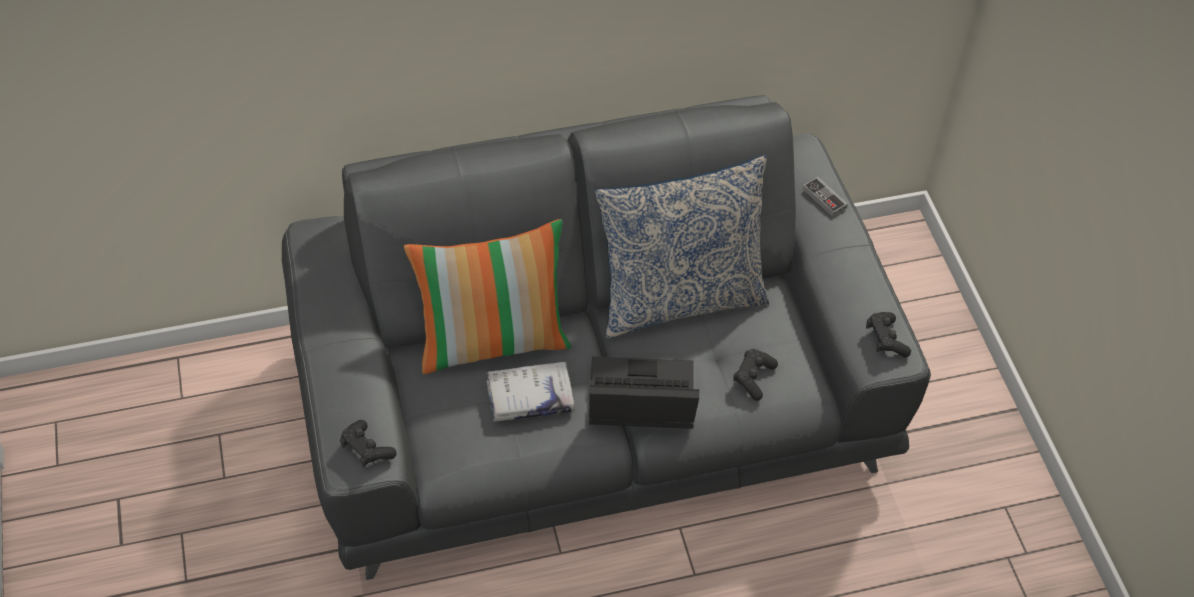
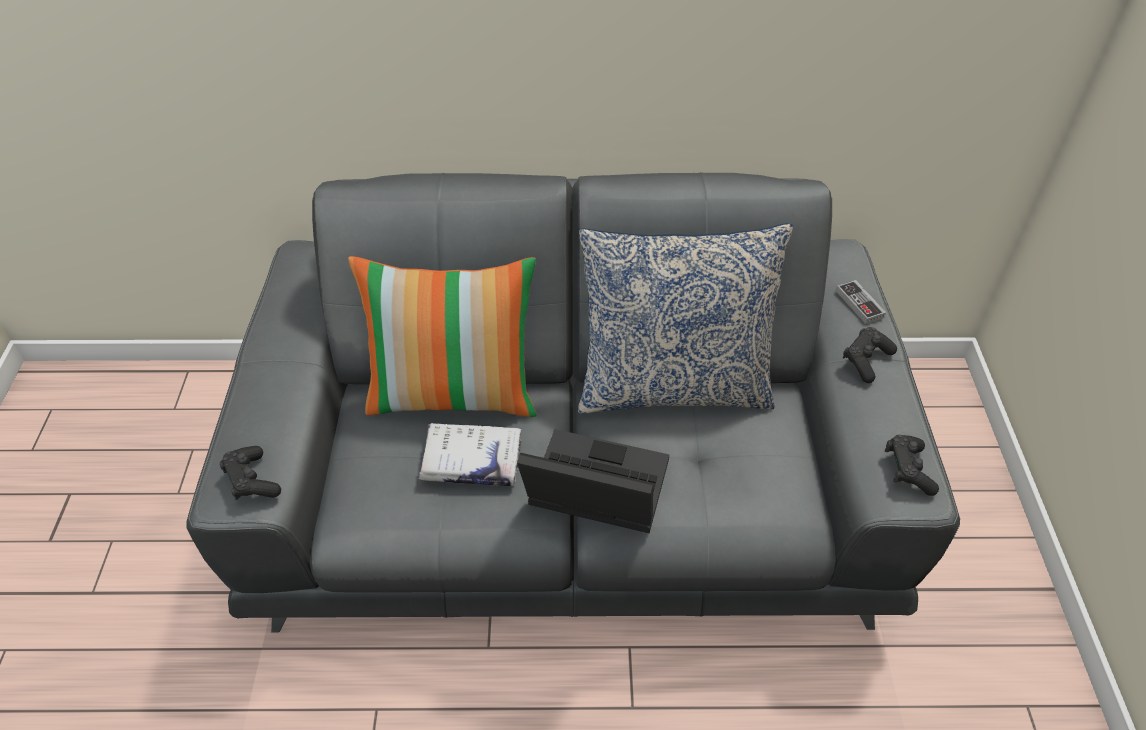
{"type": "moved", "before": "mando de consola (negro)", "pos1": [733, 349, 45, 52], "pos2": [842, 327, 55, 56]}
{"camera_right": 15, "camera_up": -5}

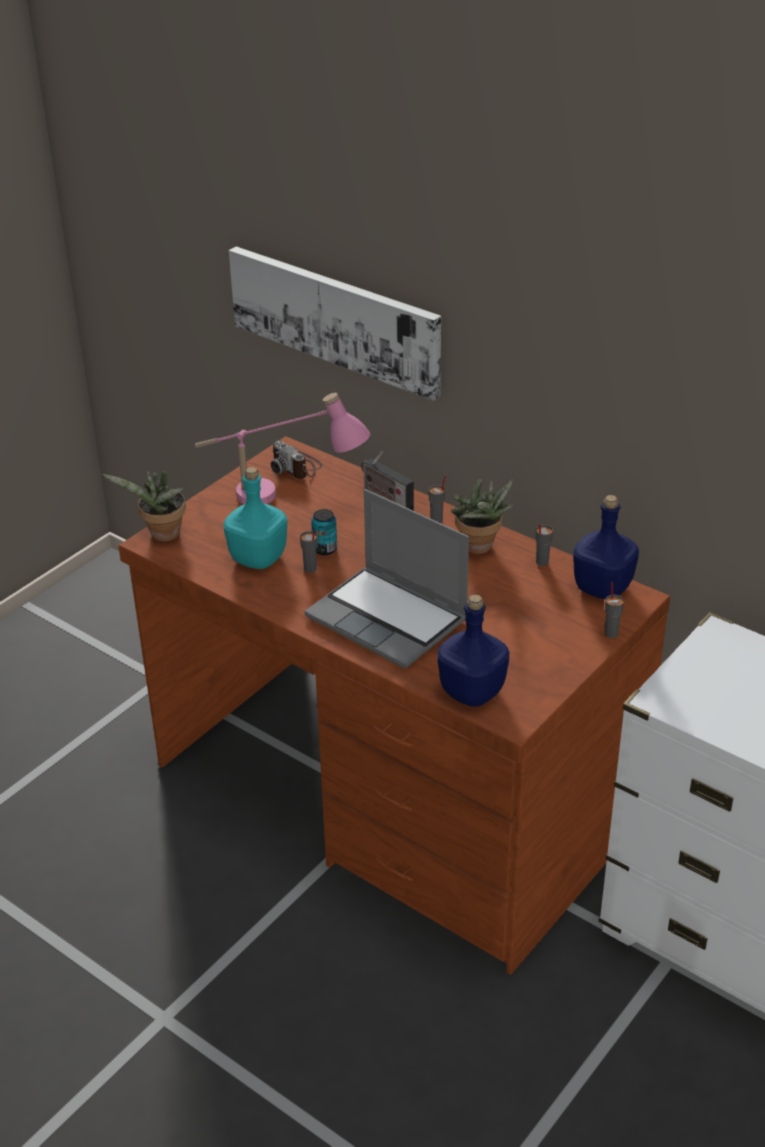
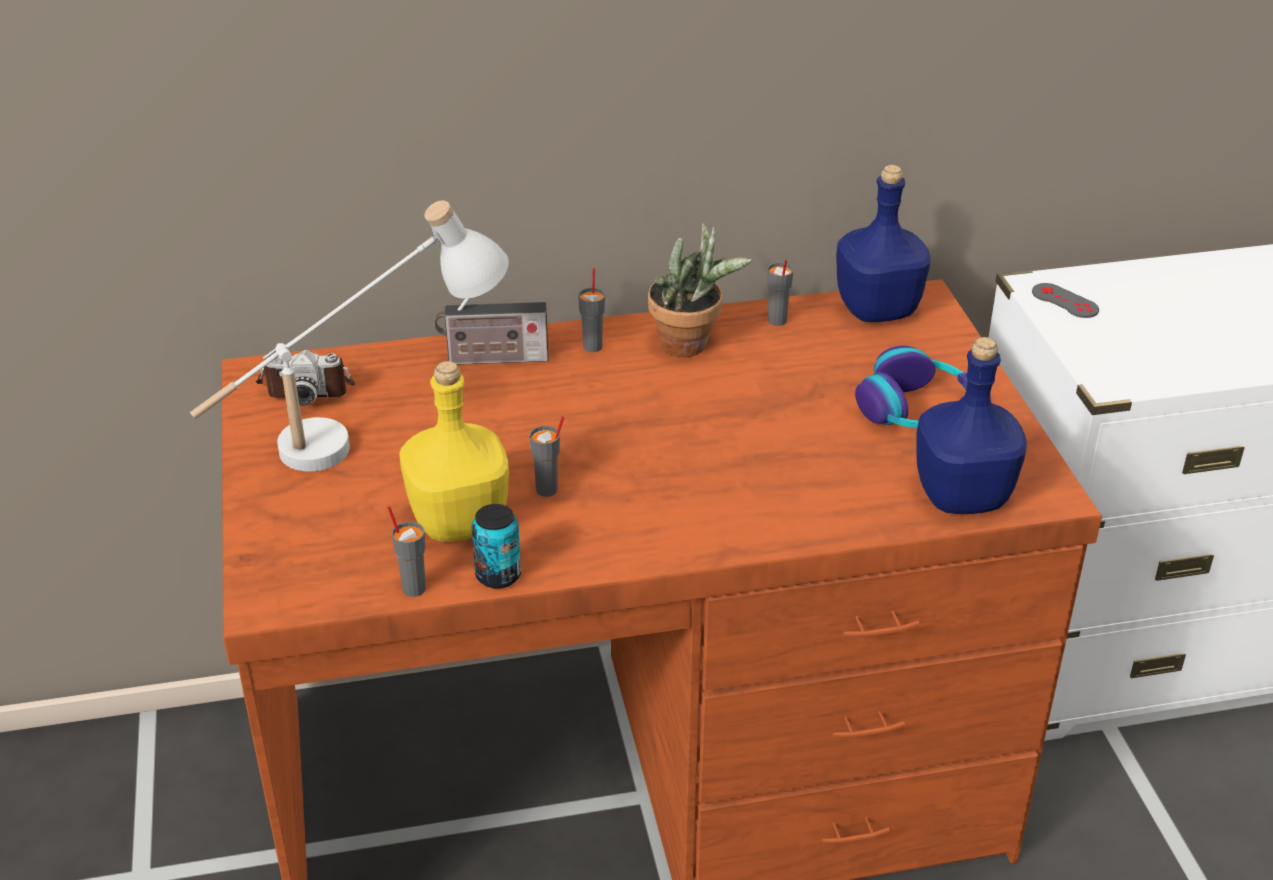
{"type": "removed", "before": "planta en maceta", "pos1": [102, 469, 84, 73]}
{"type": "recoloured", "before": "lámpara de mesa (rosa)", "after": "lámpara de mesa (blanco)", "pos1": [195, 393, 175, 111], "pos2": [190, 200, 319, 272]}
{"type": "recoloured", "before": "botella (turquesa)", "after": "botella (amarillo)", "pos1": [224, 467, 63, 102], "pos2": [399, 361, 110, 181]}
{"type": "removed", "before": "cuadro", "pos1": [229, 246, 212, 155]}
{"type": "removed", "before": "portátil", "pos1": [304, 489, 165, 180]}
{"type": "moved", "before": "lata", "pos1": [311, 509, 26, 46], "pos2": [472, 504, 49, 85]}
{"type": "moved", "before": "taza (gris)", "pos1": [605, 582, 19, 56], "pos2": [388, 506, 38, 91]}
{"type": "added", "after": "auriculares", "pos2": [855, 346, 112, 82]}
{"type": "added", "after": "mando de consola (gris)", "pos2": [1032, 283, 67, 35]}
{"camera_right": -50, "camera_up": 0}

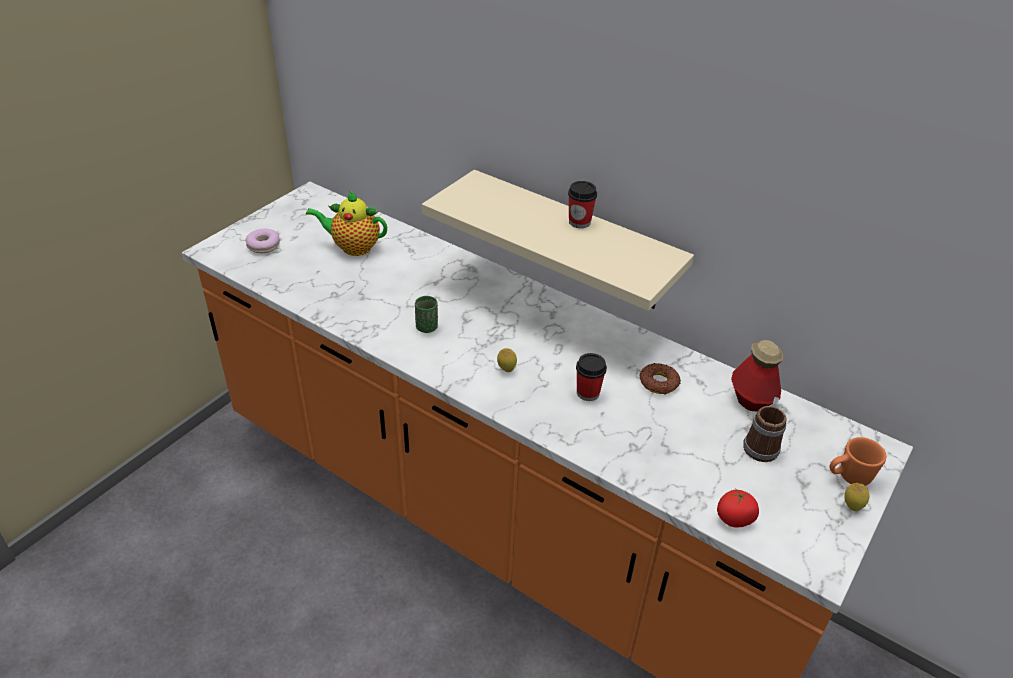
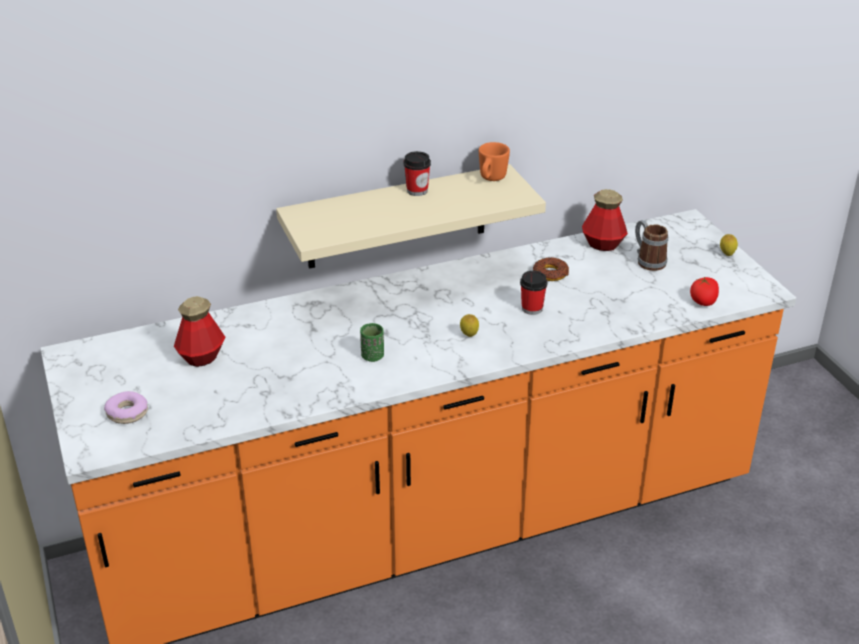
{"type": "replaced", "before": "tetera", "after": "botella", "pos1": [306, 191, 81, 65], "pos2": [174, 296, 51, 71]}
{"type": "moved", "before": "taza grande (naranja)", "pos1": [830, 437, 56, 49], "pos2": [479, 142, 31, 39]}
{"camera_right": -55, "camera_up": -5}

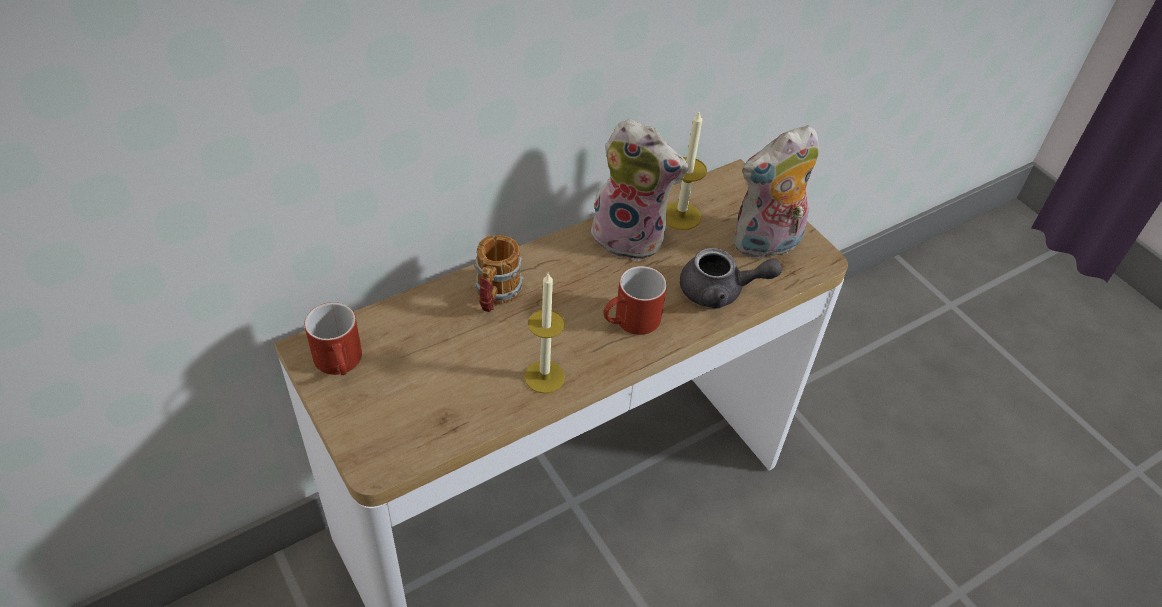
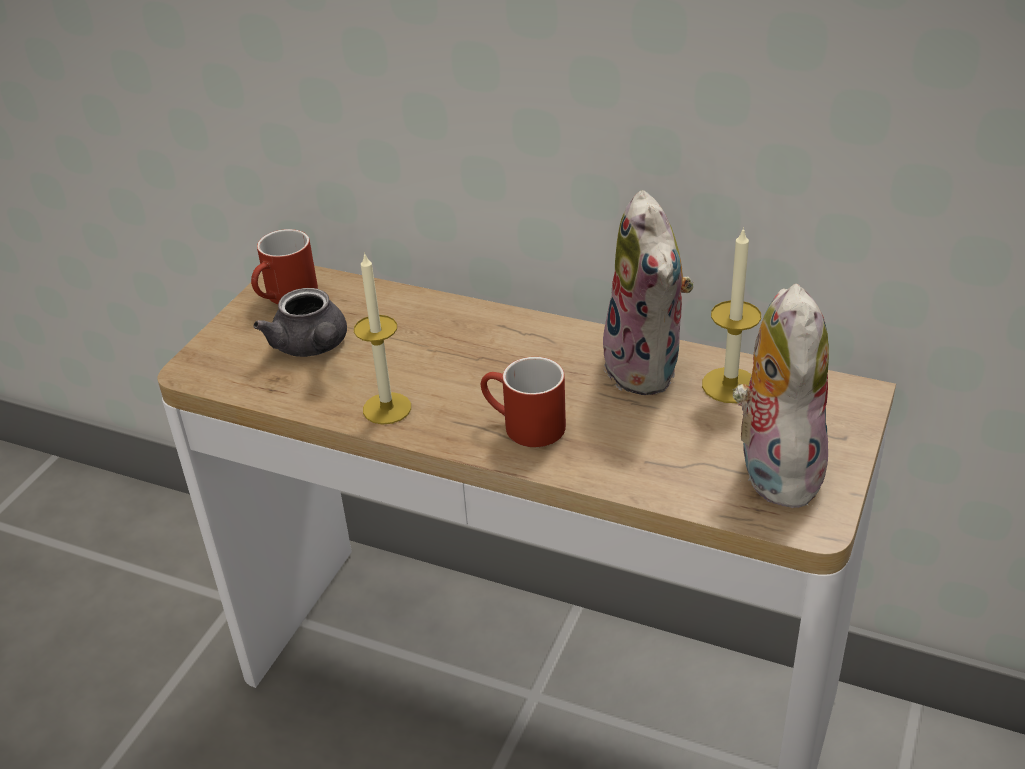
{"type": "removed", "before": "taza grande", "pos1": [474, 235, 49, 77]}
{"type": "moved", "before": "tetera (gris)", "pos1": [680, 248, 102, 61], "pos2": [254, 288, 93, 69]}
{"type": "turned", "before": "peluche", "pos1": [733, 125, 86, 135], "pos2": [733, 283, 96, 226], "turn": 60}
{"camera_right": 60, "camera_up": -10}

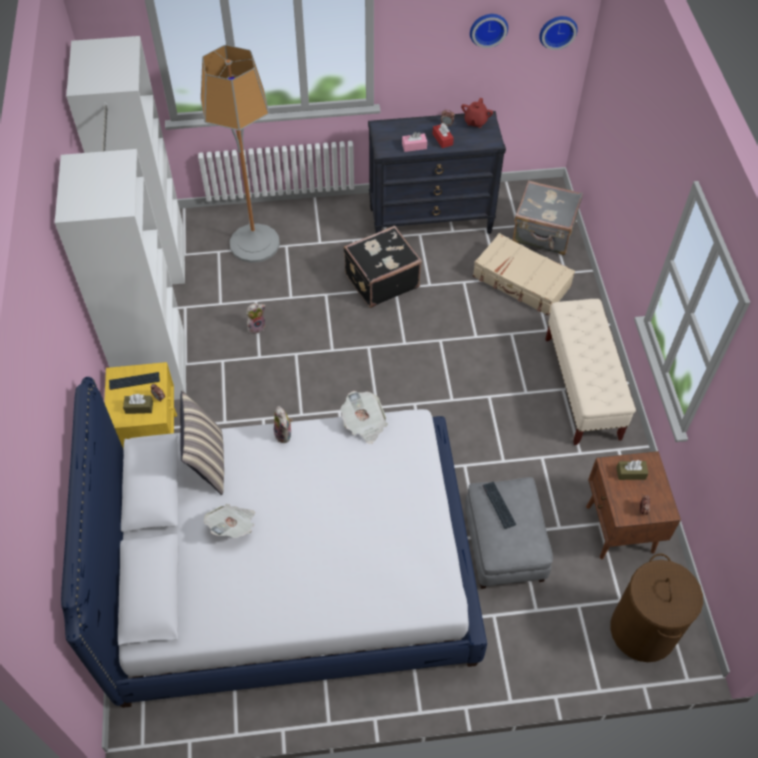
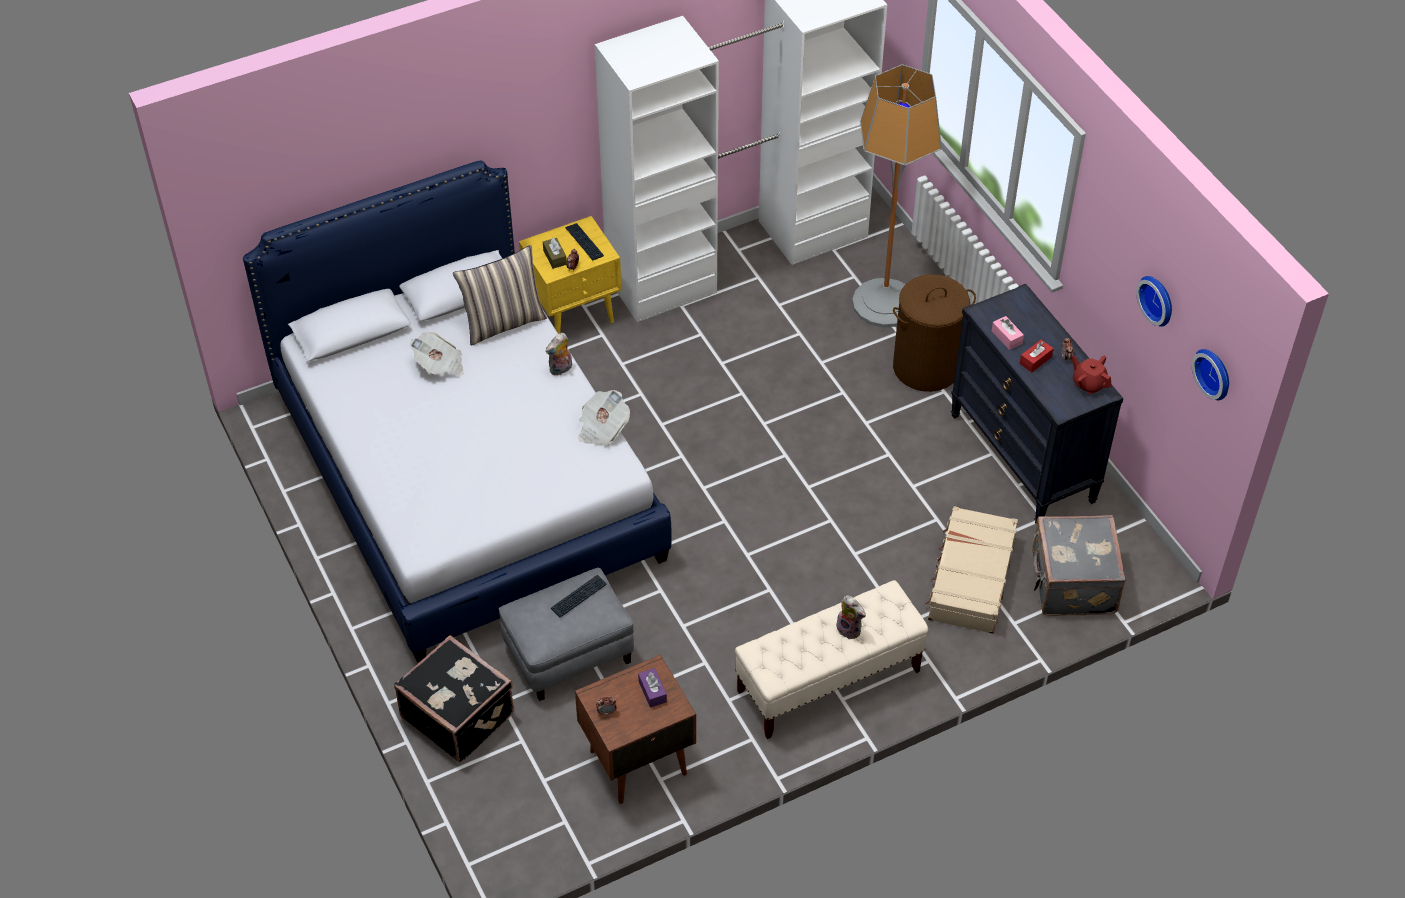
{"type": "moved", "before": "peluche", "pos1": [246, 303, 20, 31], "pos2": [835, 596, 31, 44]}
{"type": "moved", "before": "maleta (negro)", "pos1": [344, 225, 78, 83], "pos2": [394, 635, 120, 127]}
{"type": "turned", "before": "tetera (rojo)", "pos1": [461, 98, 32, 30], "pos2": [1071, 356, 41, 38], "turn": 45}
{"type": "moved", "before": "cesto de la ropa (marrón)", "pos1": [610, 554, 93, 108], "pos2": [893, 274, 83, 118]}
{"type": "recoloured", "before": "caja de pañuelos (marrón)", "after": "caja de pañuelos (morado)", "pos1": [616, 460, 32, 20], "pos2": [638, 668, 29, 40]}
{"camera_right": 70, "camera_up": -5}

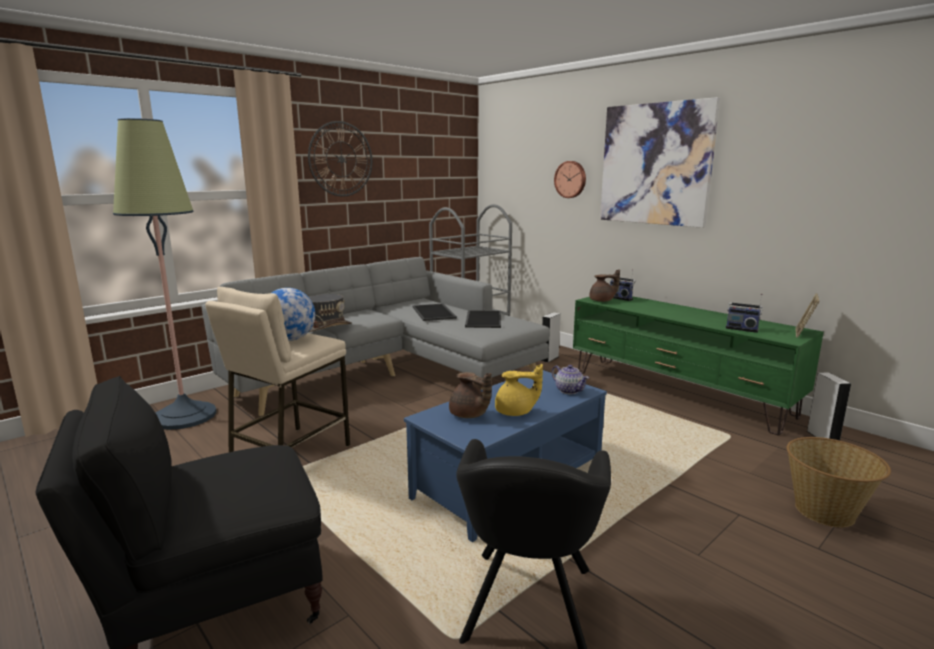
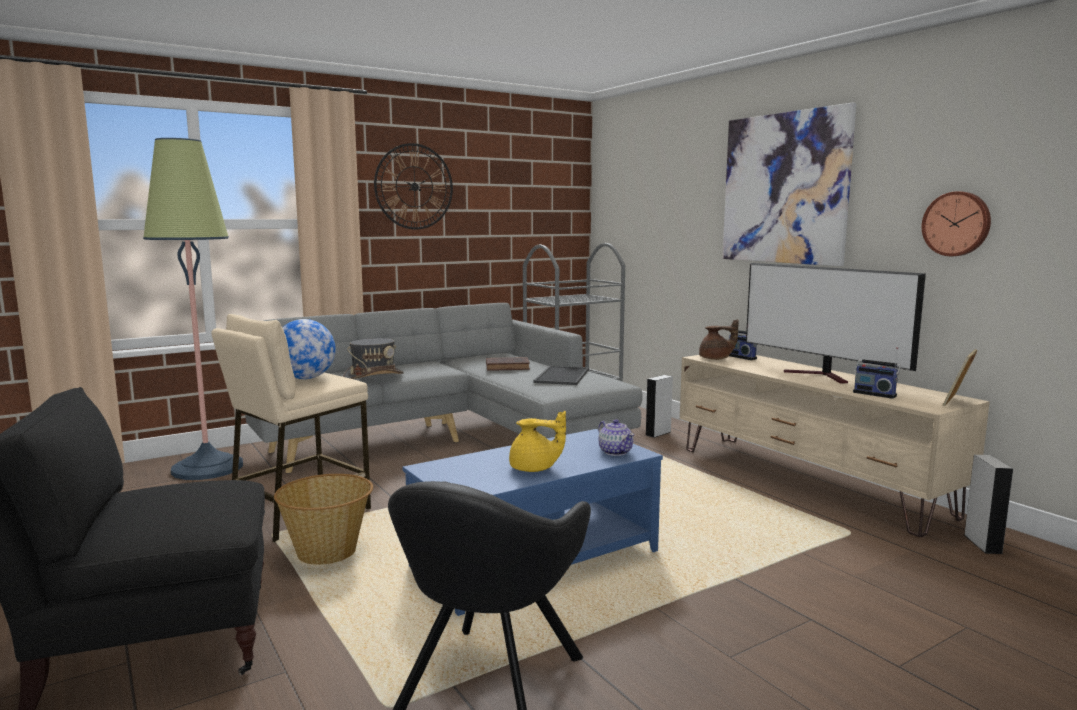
{"type": "replaced", "before": "bandeja", "after": "libro (marrón)", "pos1": [413, 304, 44, 17], "pos2": [486, 357, 44, 14]}
{"type": "removed", "before": "tetera (marrón)", "pos1": [449, 372, 43, 46]}
{"type": "moved", "before": "reloj de pared", "pos1": [554, 161, 32, 37], "pos2": [922, 191, 69, 65]}
{"type": "recoloured", "before": "mueble de televisión (verde)", "after": "mueble de televisión (beis)", "pos1": [573, 296, 251, 140], "pos2": [680, 355, 310, 182]}
{"type": "moved", "before": "cesta", "pos1": [787, 437, 104, 90], "pos2": [274, 474, 99, 91]}
{"type": "added", "after": "televisor", "pos2": [746, 263, 180, 121]}
{"camera_right": 10, "camera_up": -5}

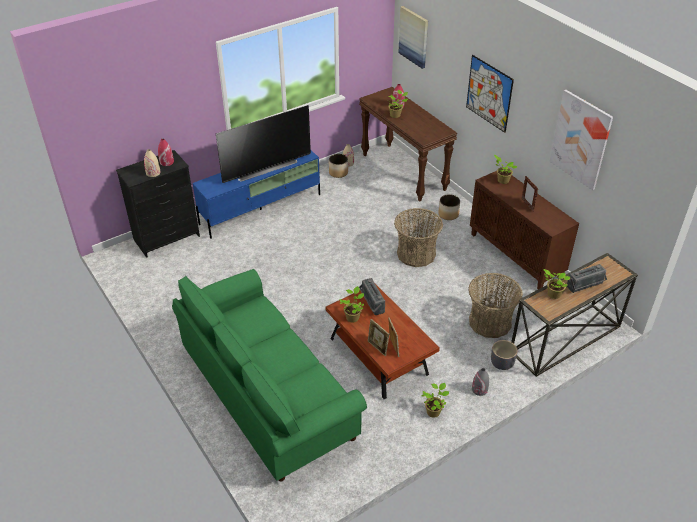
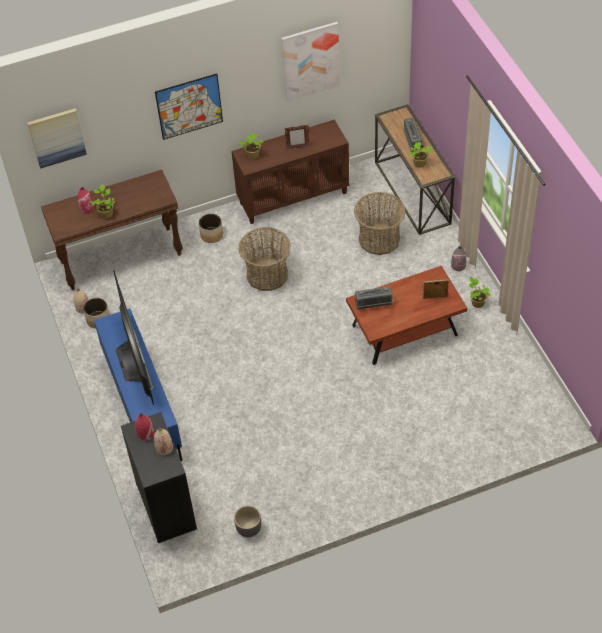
{"type": "removed", "before": "sofá (verde)", "pos1": [172, 269, 195, 213]}
{"type": "removed", "before": "planta en maceta", "pos1": [339, 286, 25, 36]}
{"type": "removed", "before": "portarretratos", "pos1": [368, 319, 21, 37]}
{"type": "moved", "before": "maceta (gris)", "pos1": [491, 340, 27, 30], "pos2": [234, 506, 27, 31]}
{"camera_right": -75, "camera_up": 10}

